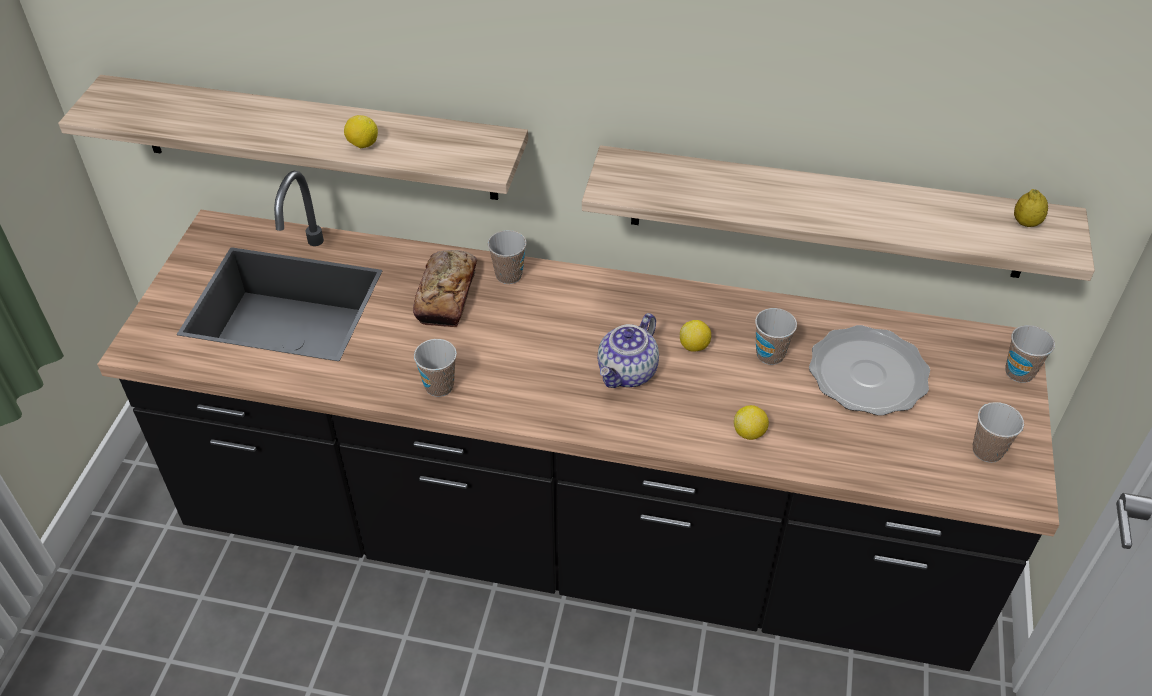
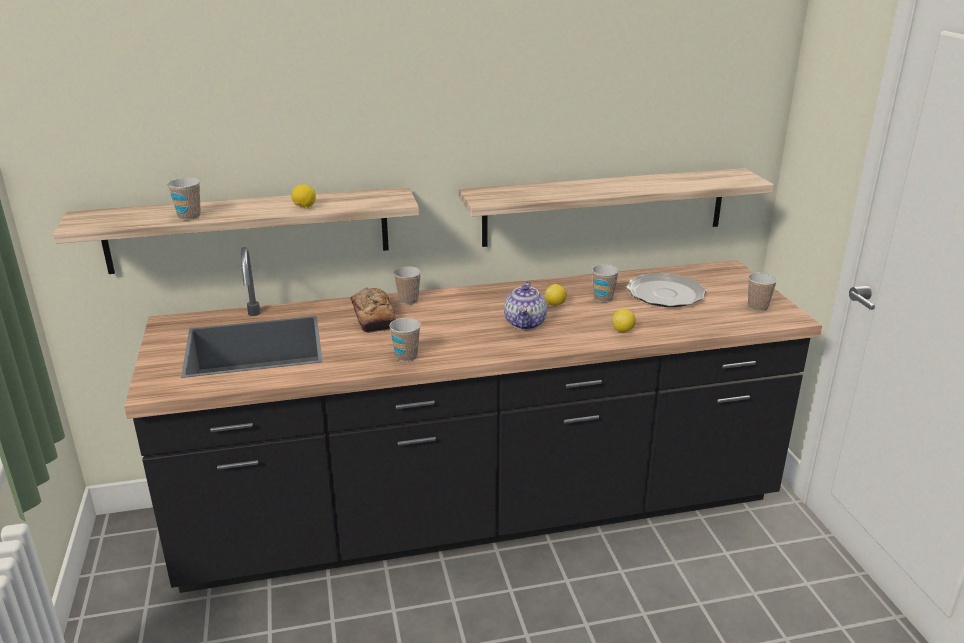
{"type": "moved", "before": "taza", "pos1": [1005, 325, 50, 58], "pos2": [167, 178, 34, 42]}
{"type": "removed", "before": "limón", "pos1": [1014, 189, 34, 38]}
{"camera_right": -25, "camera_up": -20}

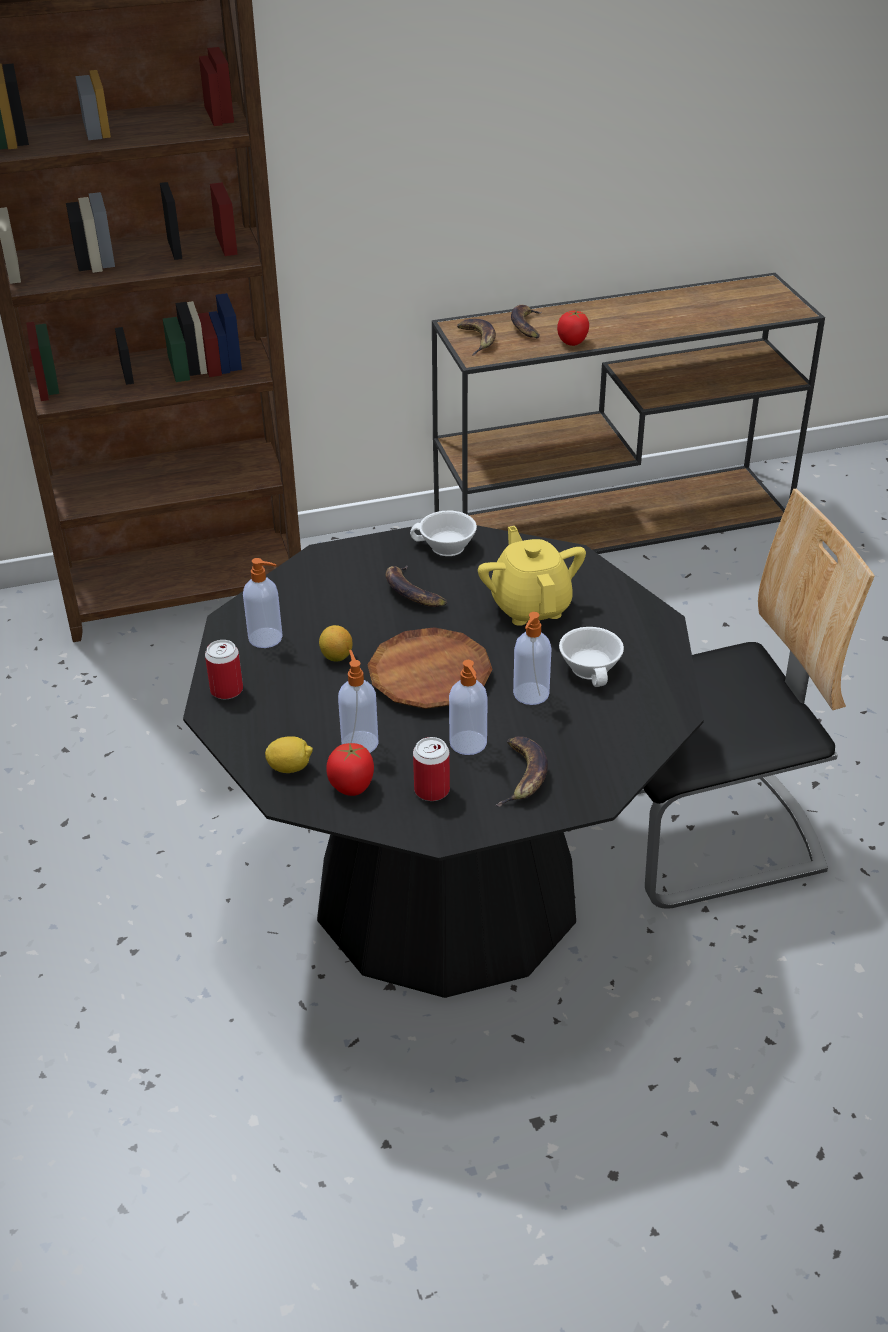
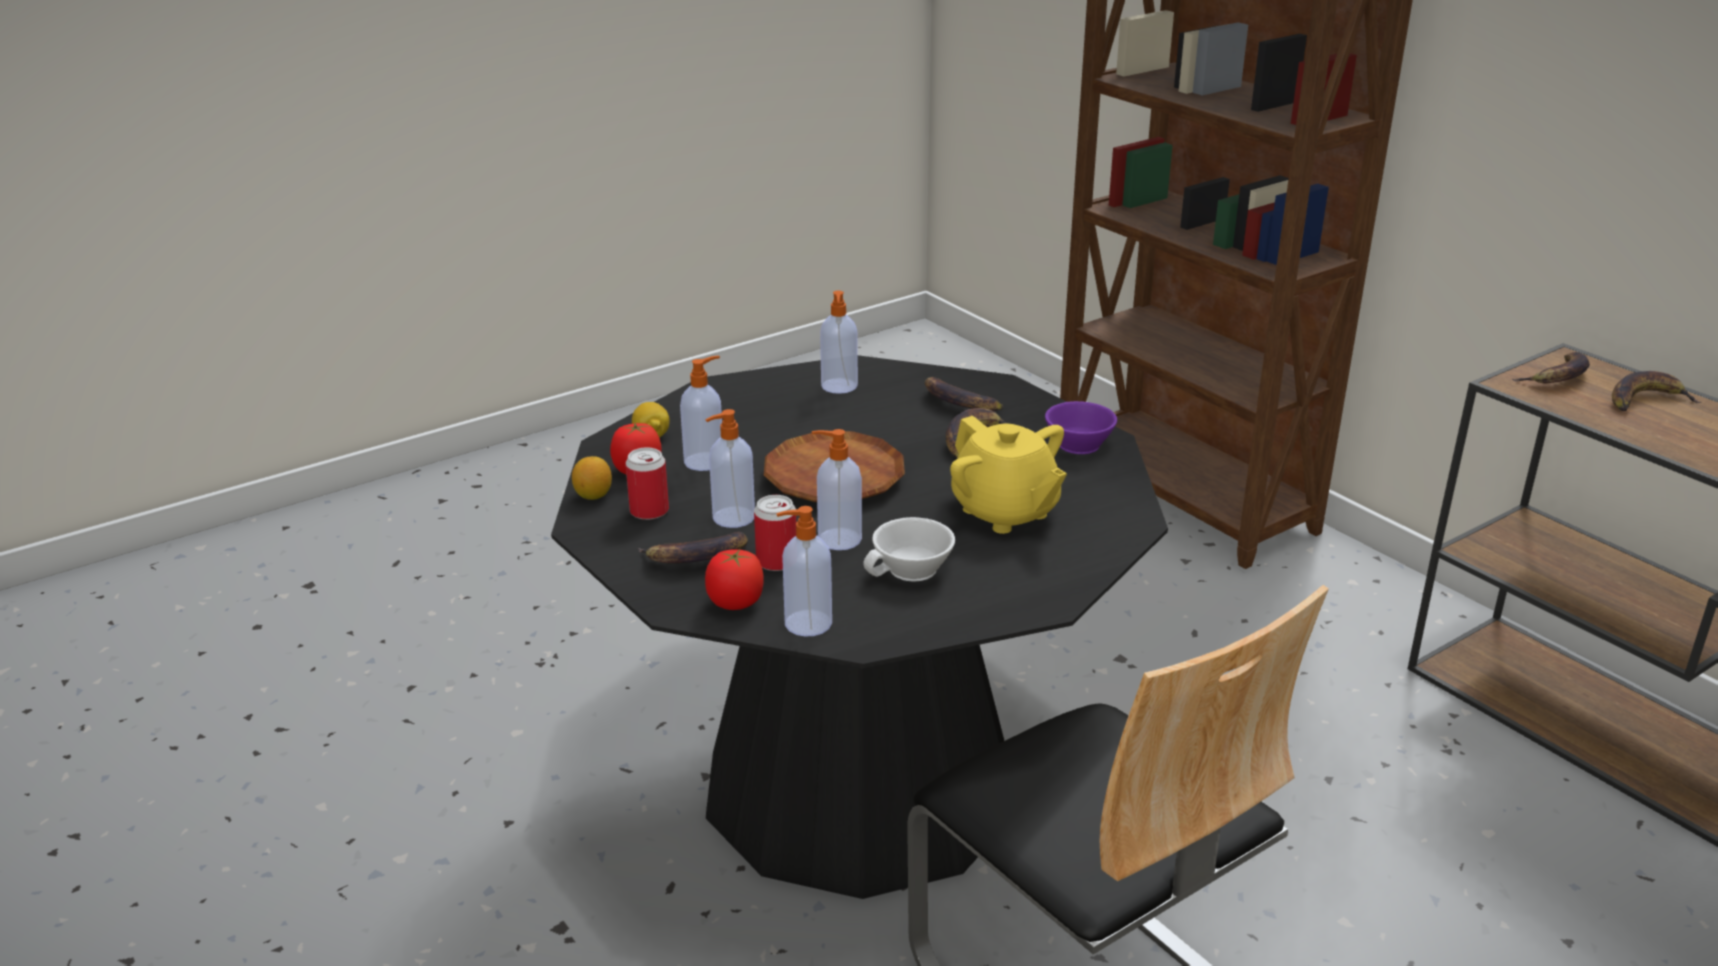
{"type": "moved", "before": "lata", "pos1": [205, 640, 38, 59], "pos2": [754, 495, 42, 76]}
{"type": "moved", "before": "limón", "pos1": [319, 625, 34, 36], "pos2": [572, 456, 40, 44]}
{"type": "recoloured", "before": "taza (blanco)", "after": "taza (morado)", "pos1": [410, 511, 67, 45], "pos2": [1045, 401, 72, 53]}
{"type": "turned", "before": "tetera (amarillo)", "pos1": [478, 526, 108, 100], "pos2": [950, 416, 117, 118], "turn": 90}
{"type": "moved", "before": "tomate", "pos1": [557, 311, 32, 35], "pos2": [705, 549, 59, 61]}
{"type": "added", "after": "dispensador de jabón", "pos2": [776, 506, 56, 131]}
{"type": "added", "after": "plátano", "pos2": [924, 377, 80, 34]}
{"camera_right": 70, "camera_up": -10}

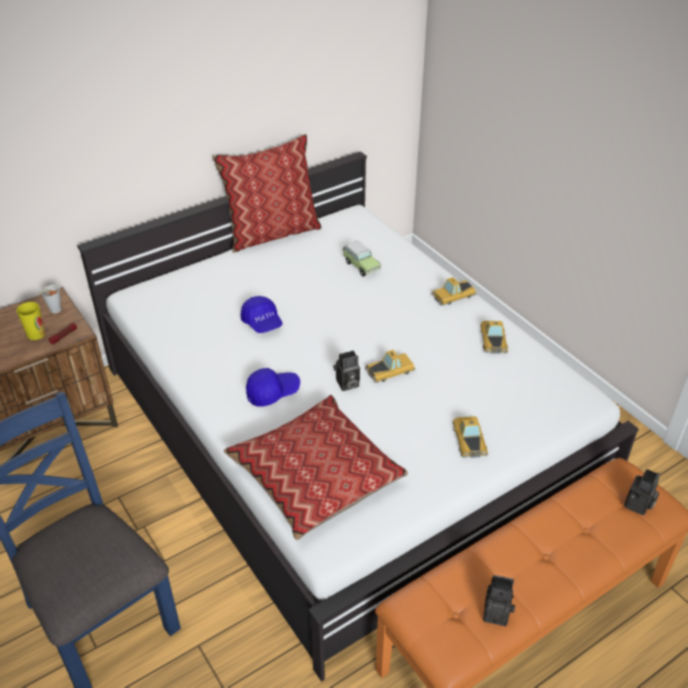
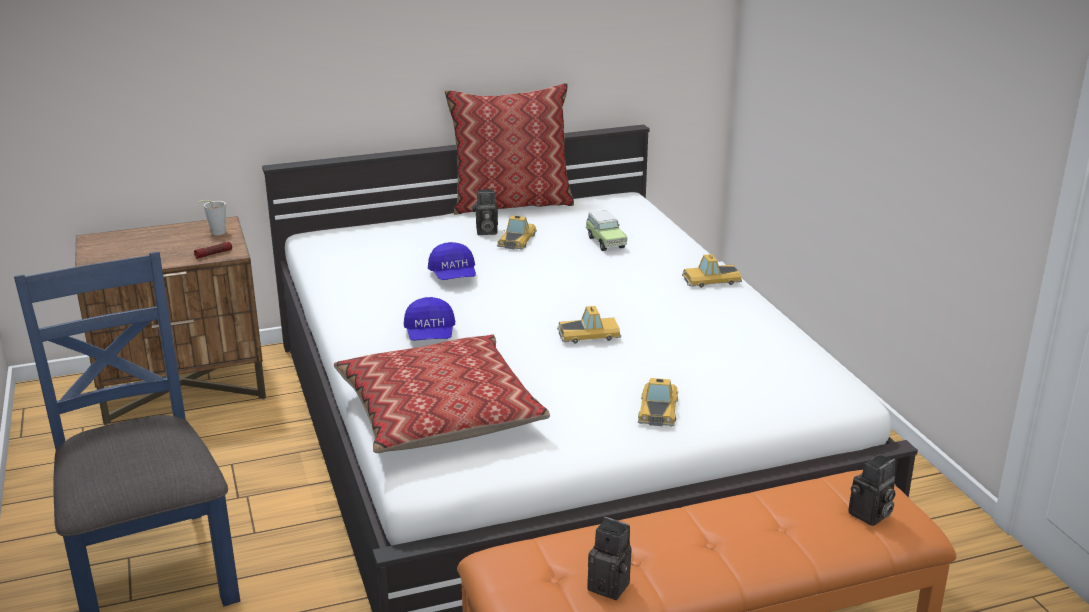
{"type": "removed", "before": "taza", "pos1": [17, 302, 28, 38]}
{"type": "turned", "before": "gorra (azul)", "pos1": [246, 368, 54, 39], "pos2": [404, 297, 51, 43], "turn": 90}
{"type": "moved", "before": "cámara", "pos1": [333, 350, 27, 41], "pos2": [472, 189, 26, 46]}
{"type": "moved", "before": "coche de juguete", "pos1": [480, 321, 28, 33], "pos2": [497, 216, 40, 34]}
{"camera_right": 15, "camera_up": -15}

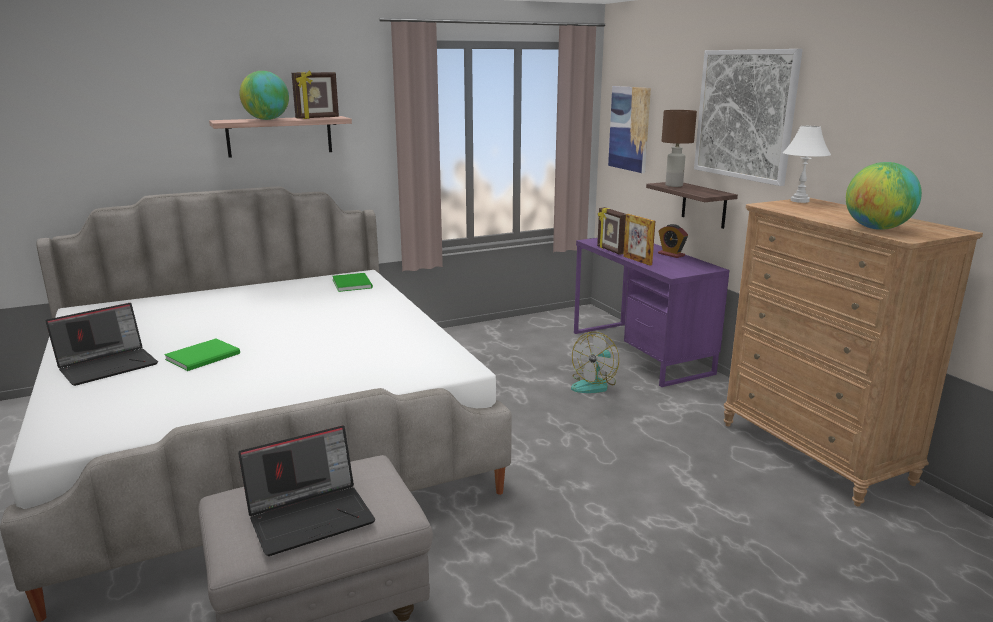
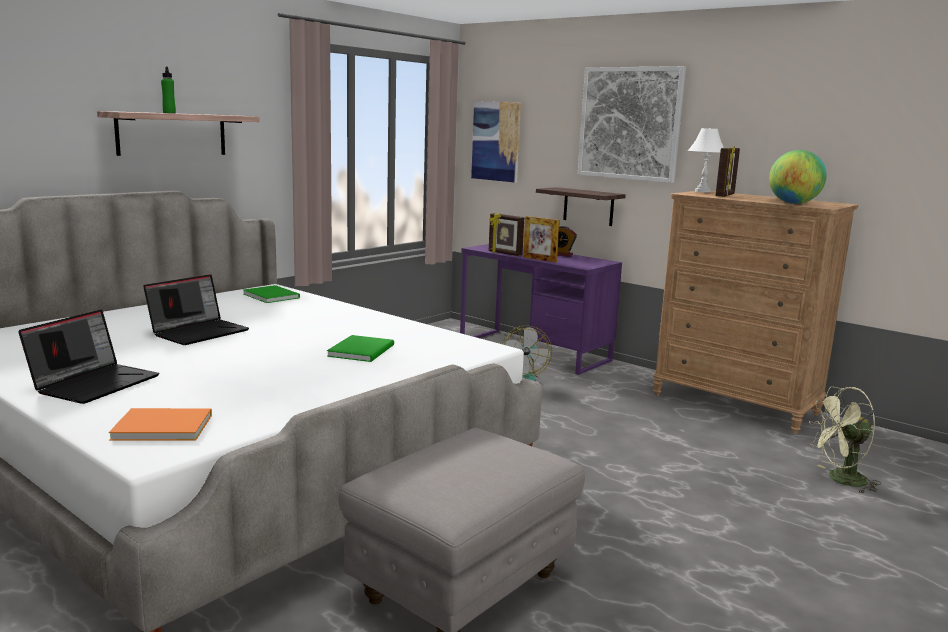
{"type": "moved", "before": "libro (verde)", "pos1": [164, 338, 76, 33], "pos2": [327, 335, 67, 27]}
{"type": "moved", "before": "portátil", "pos1": [238, 425, 137, 131], "pos2": [143, 274, 106, 71]}
{"type": "replaced", "before": "globo terráqueo", "after": "botella (verde)", "pos1": [239, 71, 50, 49], "pos2": [161, 66, 15, 47]}
{"type": "moved", "before": "portarretratos", "pos1": [292, 71, 47, 48], "pos2": [715, 146, 25, 51]}
{"type": "removed", "before": "lámpara de mesa (marrón)", "pos1": [662, 110, 35, 77]}
{"type": "added", "after": "libro (naranja)", "pos2": [109, 408, 103, 33]}
{"type": "added", "after": "ventilador (verde)", "pos2": [809, 386, 72, 107]}
{"camera_right": -25, "camera_up": -5}

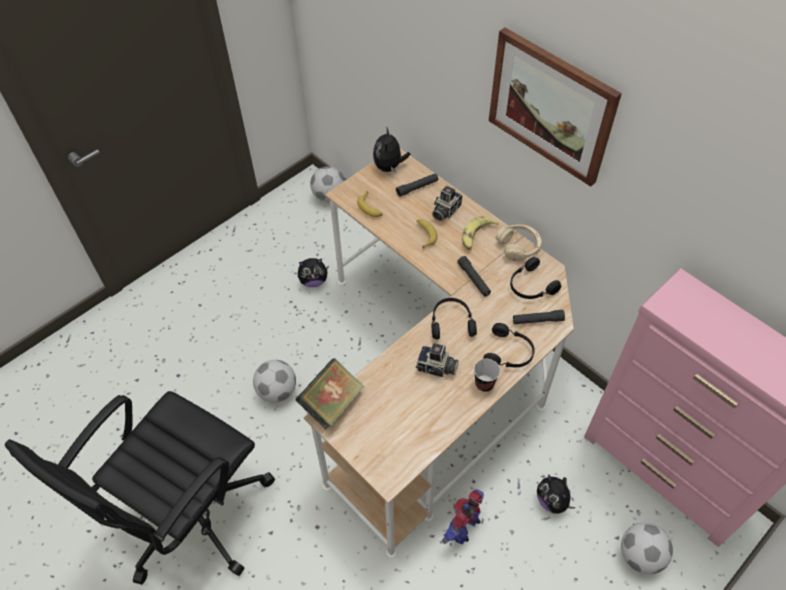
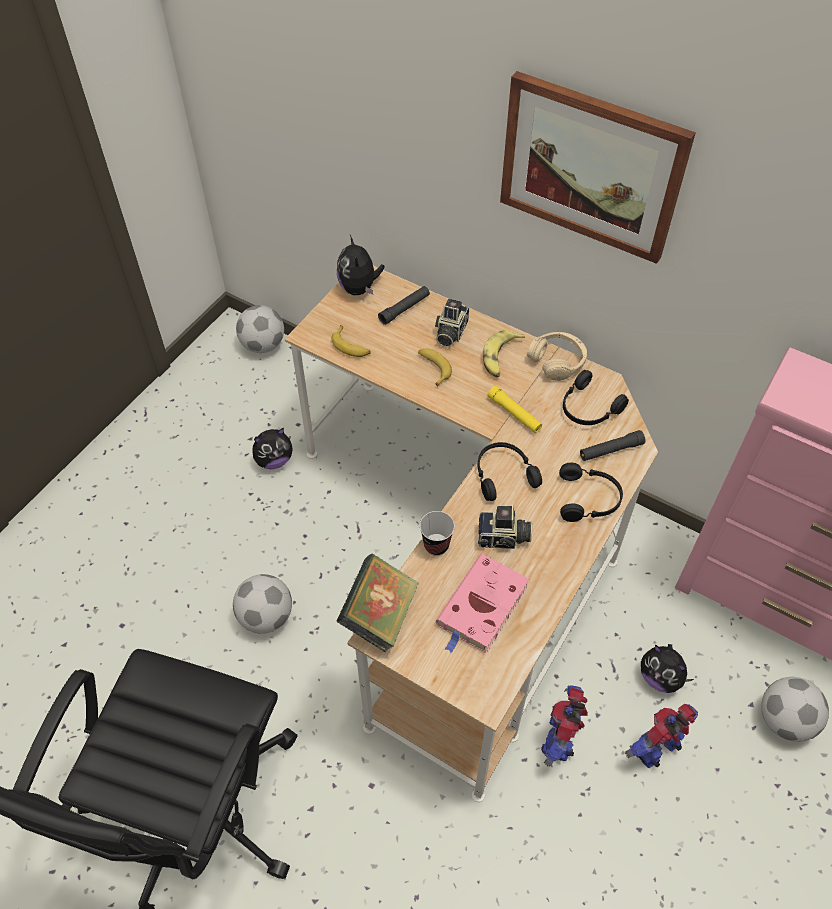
{"type": "recoloured", "before": "linterna (negro)", "after": "linterna (amarillo)", "pos1": [457, 256, 34, 41], "pos2": [487, 386, 55, 47]}
{"type": "moved", "before": "taza", "pos1": [474, 359, 26, 33], "pos2": [420, 511, 35, 45]}
{"type": "added", "after": "libro (rosa)", "pos2": [436, 554, 93, 99]}
{"type": "added", "after": "robot de juguete", "pos2": [625, 704, 73, 64]}
{"camera_right": -15, "camera_up": 0}

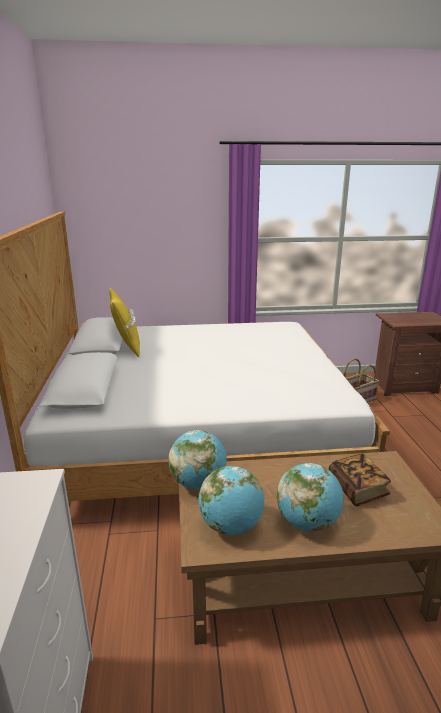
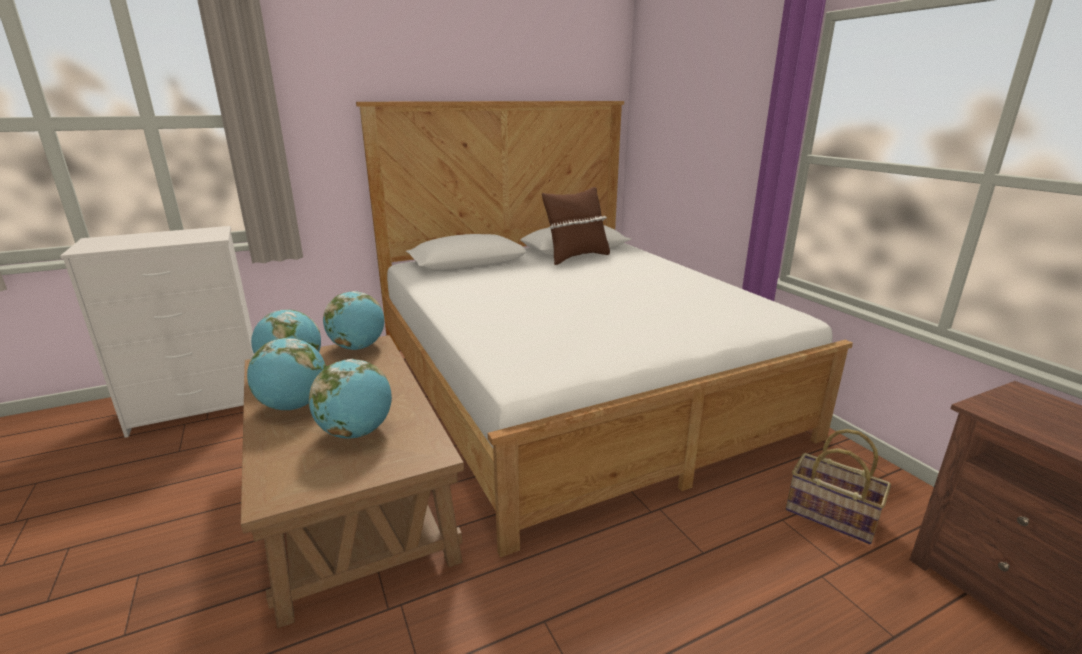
{"type": "recoloured", "before": "cojín (amarillo)", "after": "cojín (marrón)", "pos1": [109, 287, 31, 70], "pos2": [542, 187, 68, 78]}
{"type": "replaced", "before": "libro", "after": "globo terráqueo", "pos1": [329, 453, 62, 53], "pos2": [309, 359, 83, 80]}
{"camera_right": 70, "camera_up": 0}

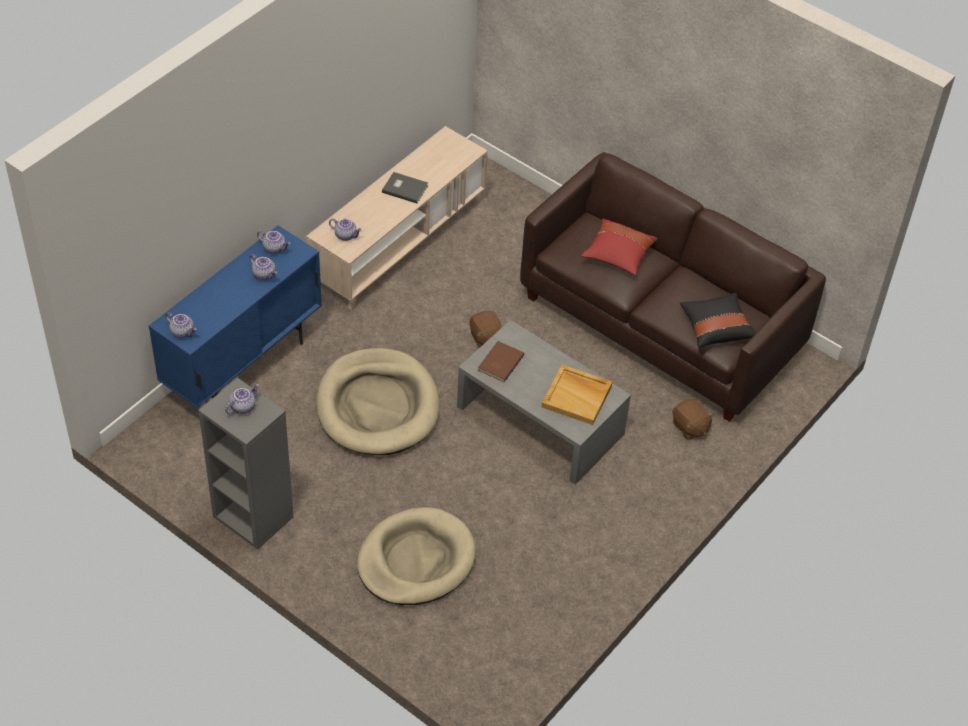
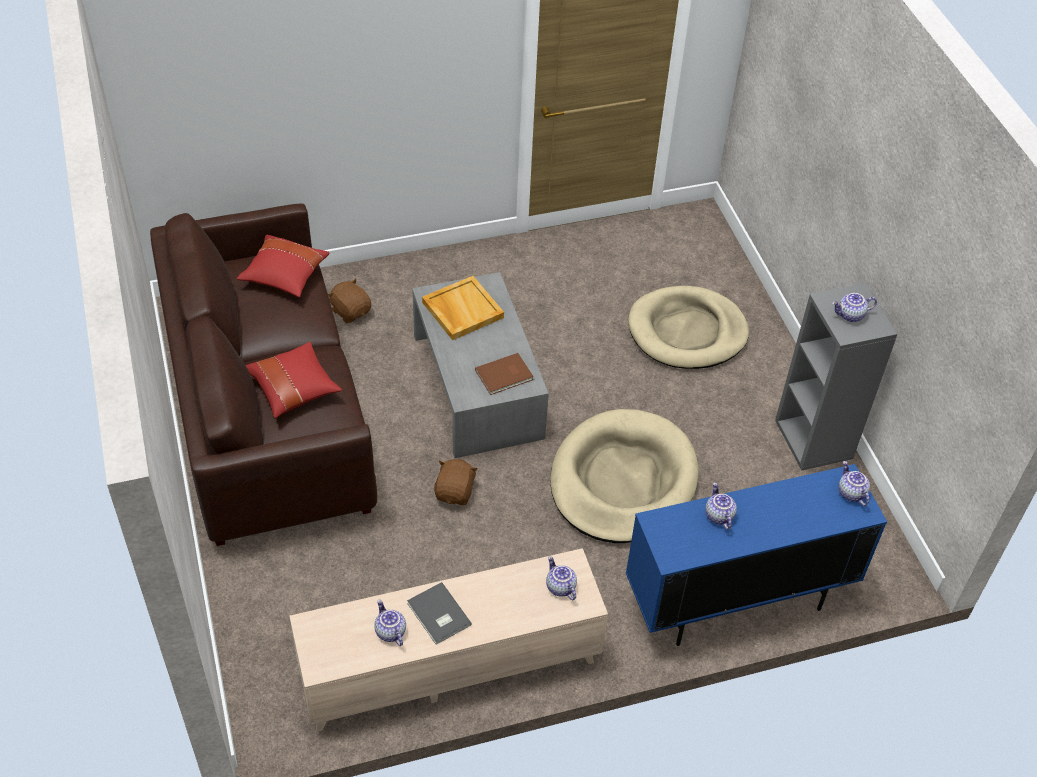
{"type": "moved", "before": "tetera", "pos1": [257, 231, 33, 23], "pos2": [374, 600, 32, 46]}
{"type": "turned", "before": "peluche (marrón)", "pos1": [672, 399, 42, 41], "pos2": [328, 279, 43, 44], "turn": -45}
{"type": "recoloured", "before": "cojín (negro)", "after": "cojín (rojo)", "pos1": [680, 293, 76, 55], "pos2": [237, 235, 93, 62]}
{"camera_right": -145, "camera_up": 0}

